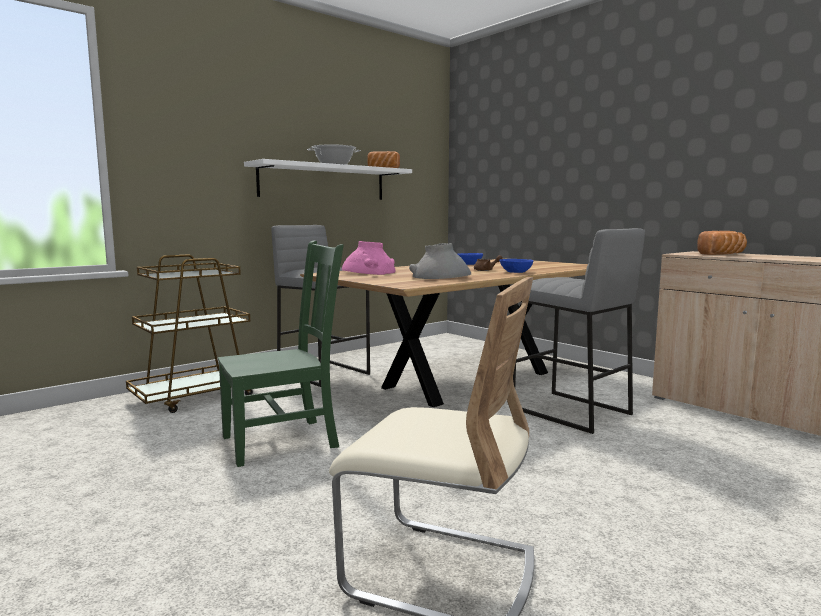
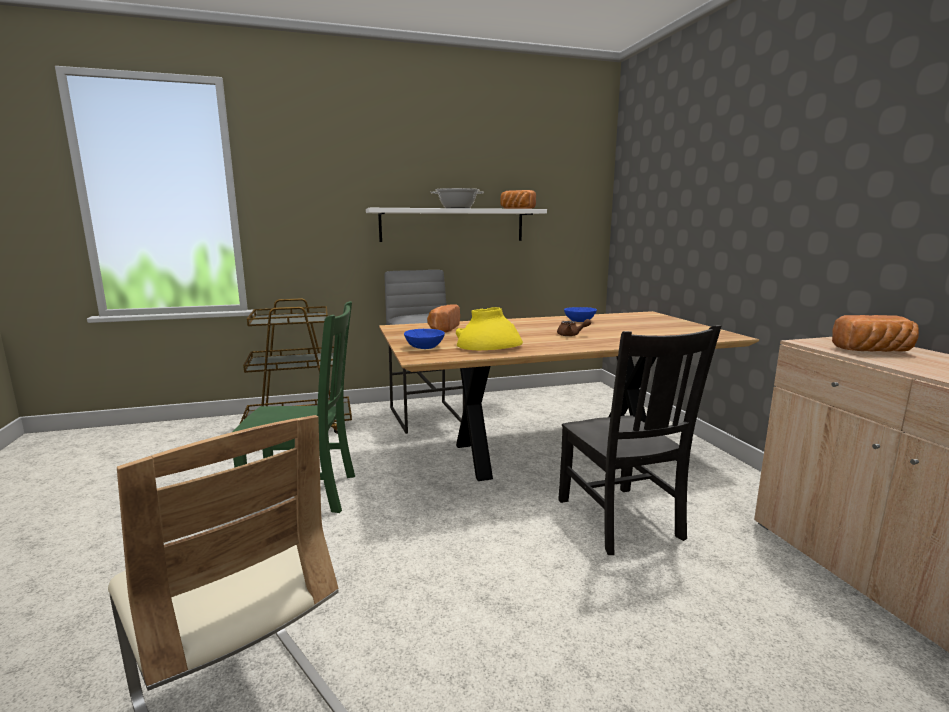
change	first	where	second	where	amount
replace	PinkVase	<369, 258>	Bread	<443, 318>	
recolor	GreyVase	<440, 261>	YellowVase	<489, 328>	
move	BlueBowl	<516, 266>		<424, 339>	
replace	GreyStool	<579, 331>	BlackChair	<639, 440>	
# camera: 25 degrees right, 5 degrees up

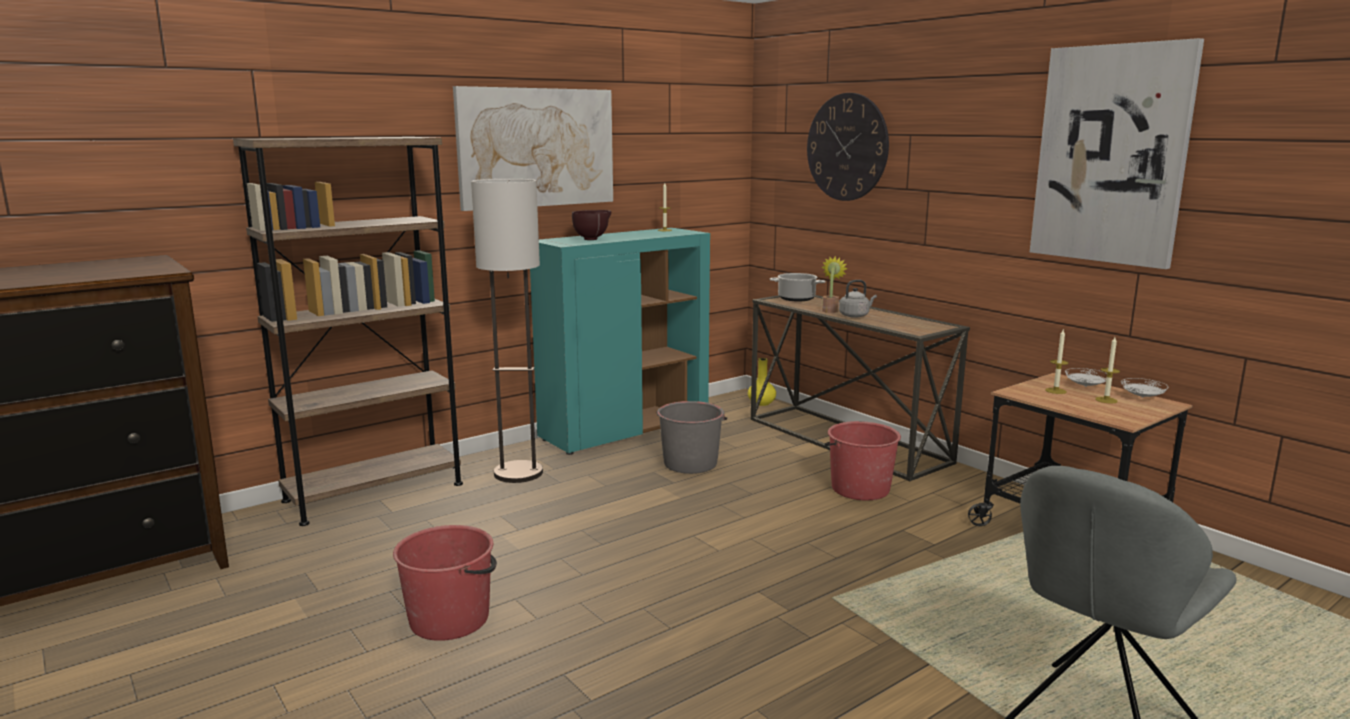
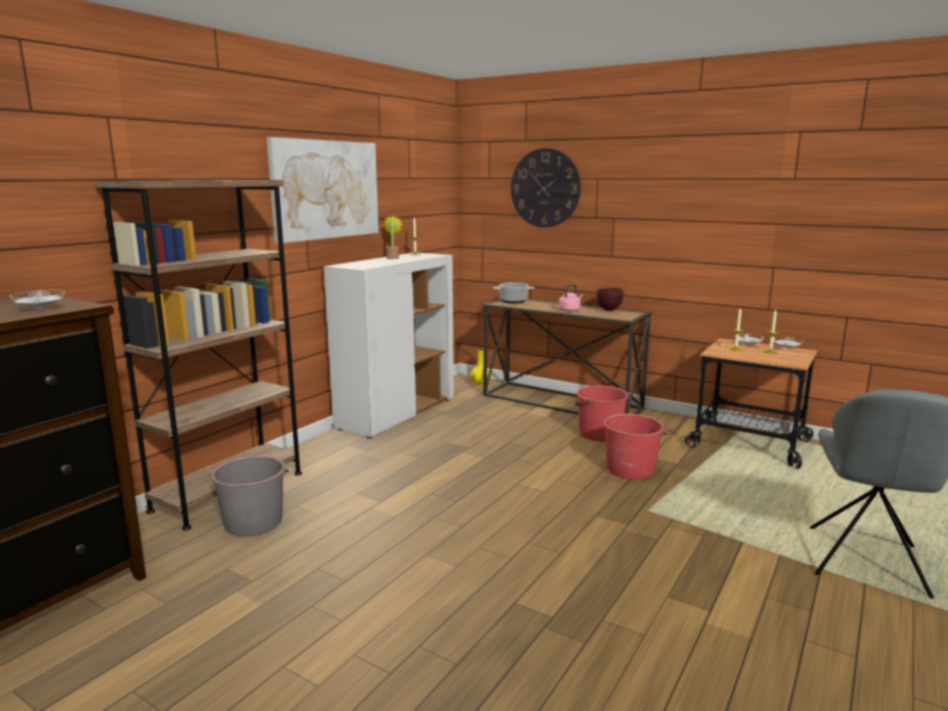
change	first	where	second	where	amount
move	RedBucket	<445, 583>		<635, 447>	
delete	FloorLamp	<507, 331>			
recolor	TurquoiseCabinet	<620, 341>	WhiteCabinet	<389, 345>	
move	BrownBowl	<591, 225>		<610, 299>	
move	GreyBucket	<691, 437>		<249, 496>	
move	PottedPlant	<835, 284>		<393, 237>	
recolor	GreyKettle	<858, 299>	PinkKettle	<571, 298>	
delete	Picture	<1117, 153>			
insert			WhitePlate	<37, 299>	
# camera: 20 degrees left, 0 degrees up

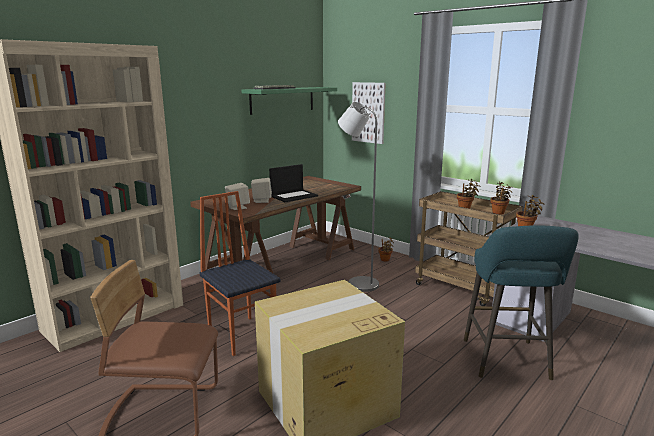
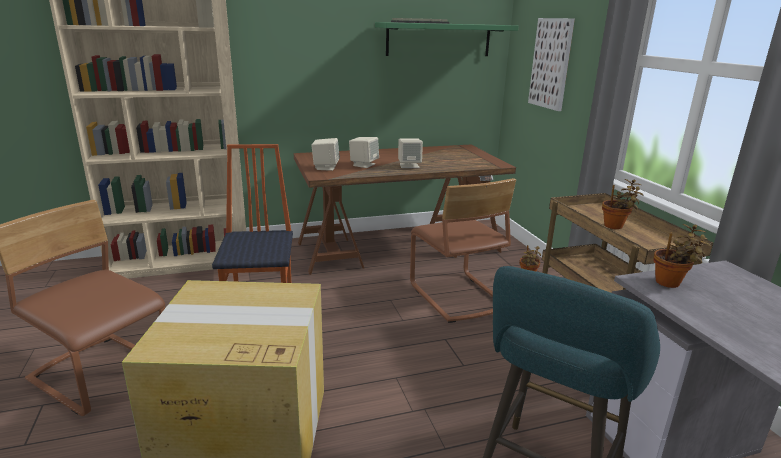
change	first	where	second	where	amount
replace	Laptop	<293, 183>	BeigeSpeaker	<410, 153>	
replace	GreyFloorLamp	<358, 197>	BrownChair	<463, 250>	
delete	PottedPlant	<501, 198>			
# camera: 30 degrees right, 5 degrees up

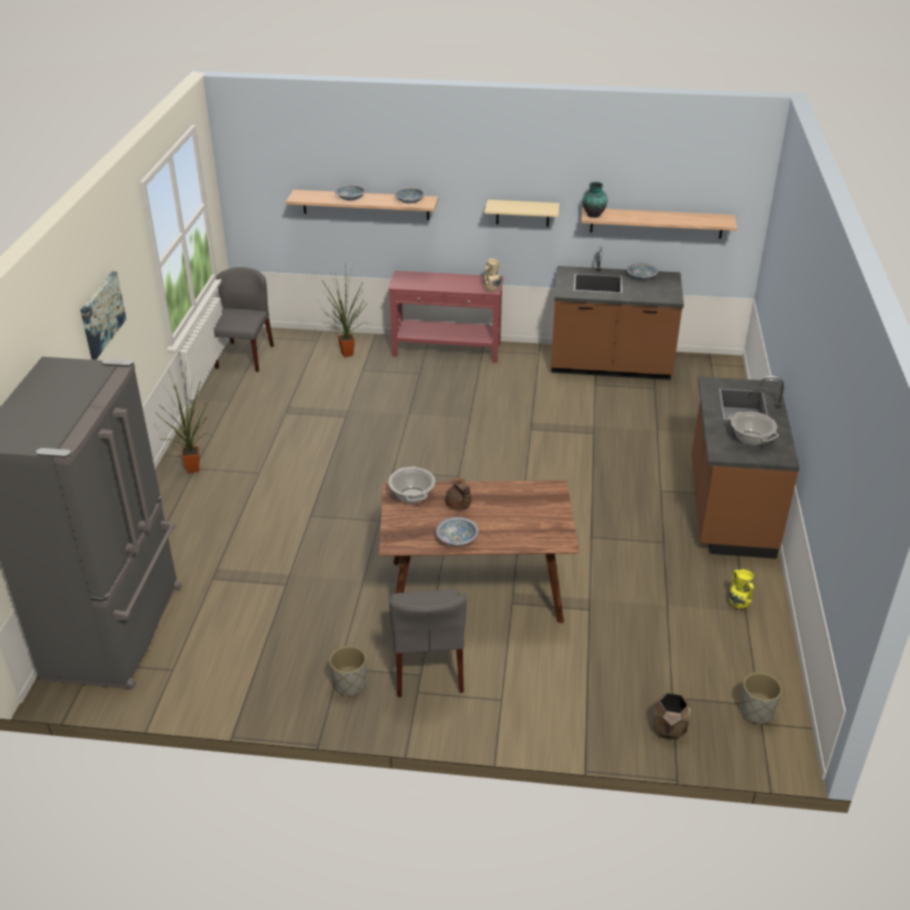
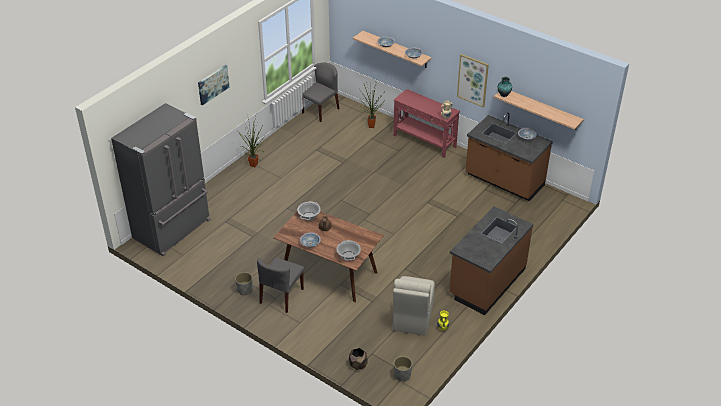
change	first	where	second	where	amount
replace	BeigeShelf	<522, 213>	Picture	<473, 81>	
move	CookingPot	<754, 428>		<349, 250>	
insert			BeigeChair	<414, 306>	
# camera: 30 degrees right, 5 degrees up

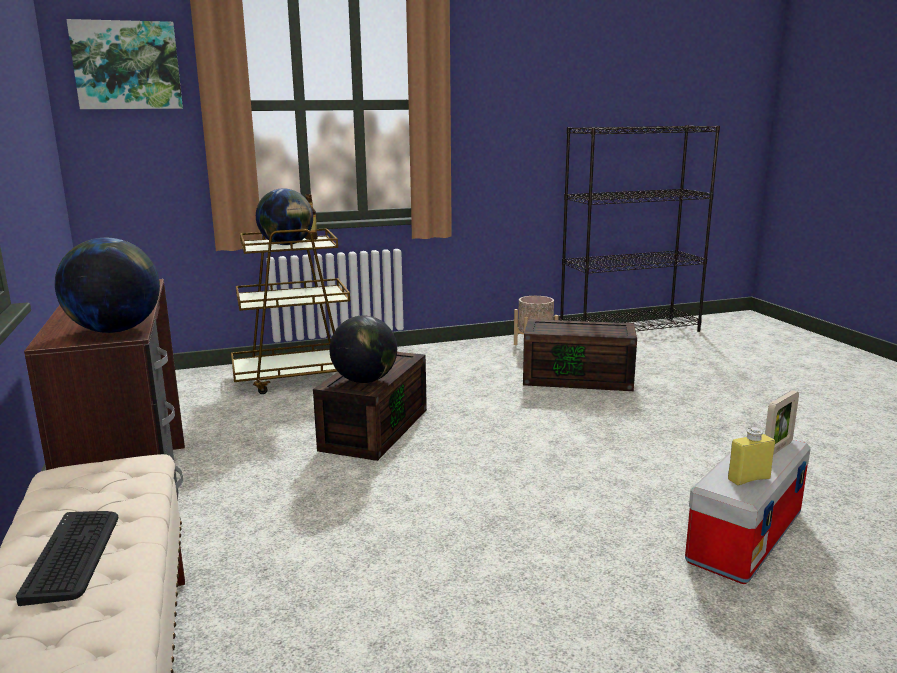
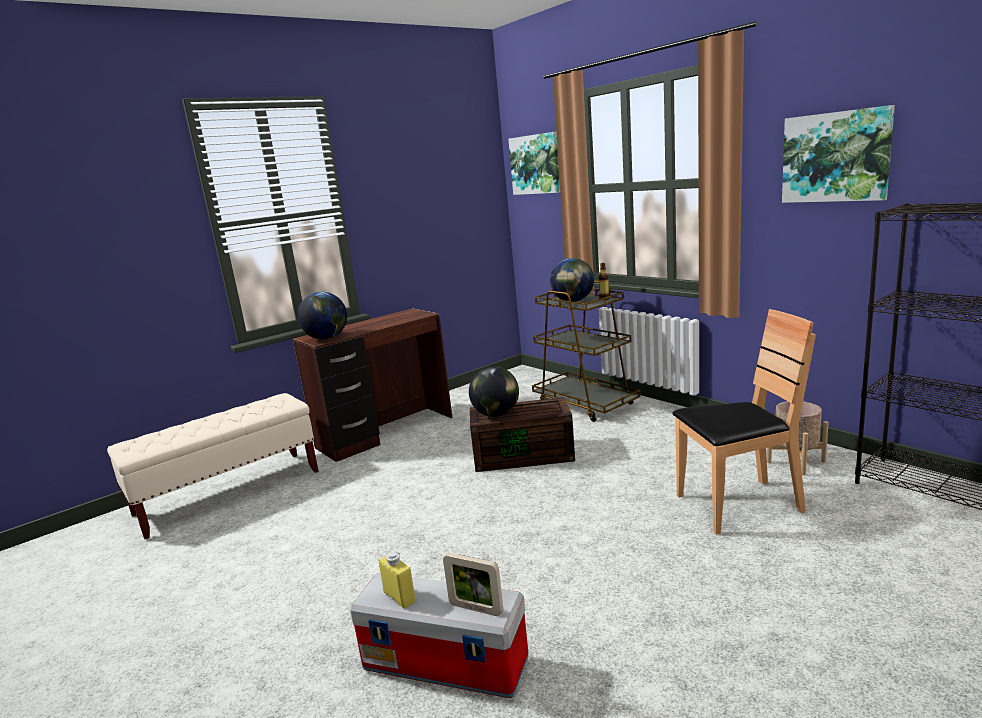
change	first	where	second	where	amount
delete	Keyboard	<67, 558>			
replace	BrownStorageBox	<580, 355>	BrownChair	<744, 422>	
insert			Picture	<838, 154>	
# camera: 70 degrees right, 0 degrees up

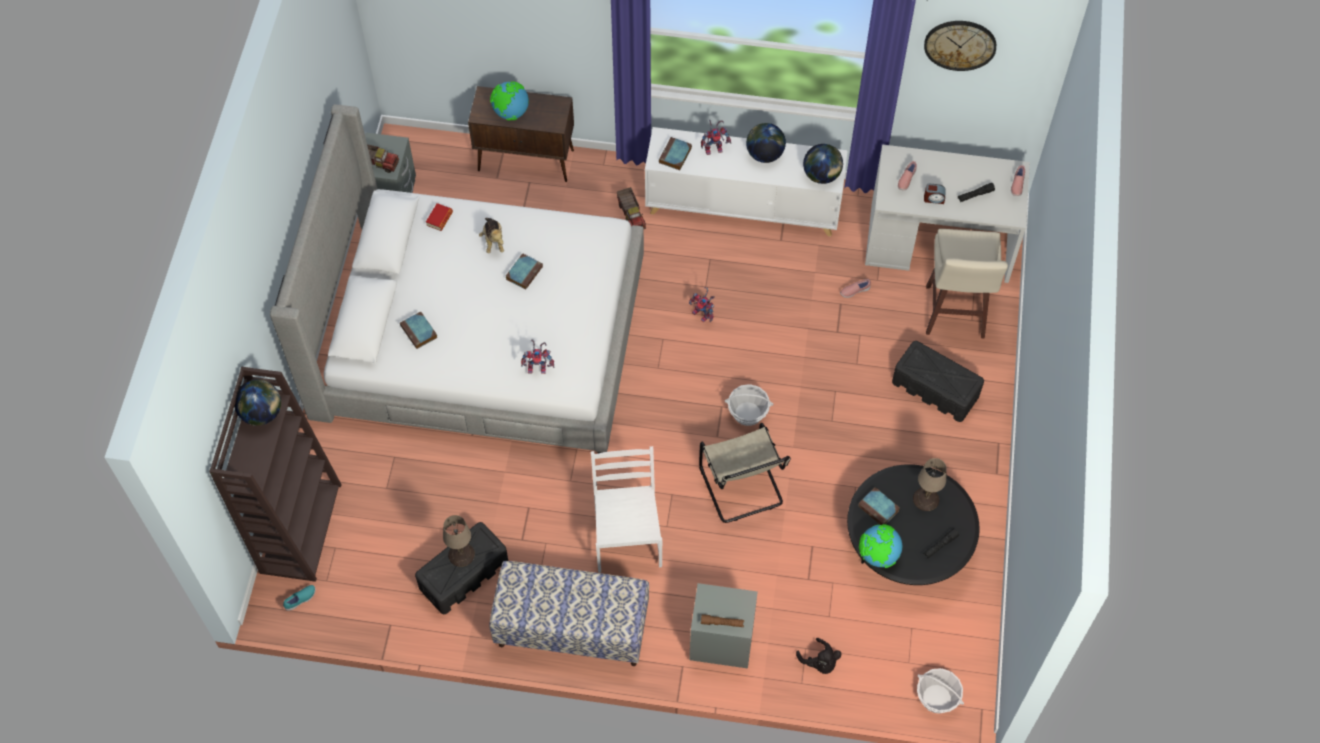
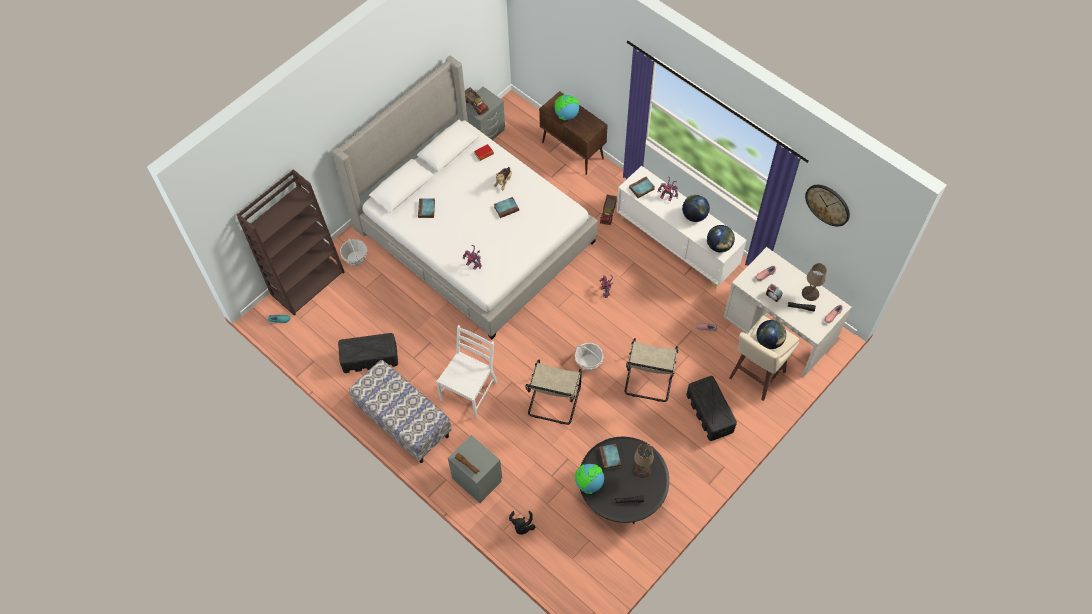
change	first	where	second	where	amount
move	Globe	<257, 402>		<771, 334>	
move	BeigeTableLamp	<459, 541>		<814, 282>	
move	Basket	<940, 691>		<353, 252>	
insert			BeigeChair	<651, 370>	
# camera: 35 degrees right, 0 degrees up

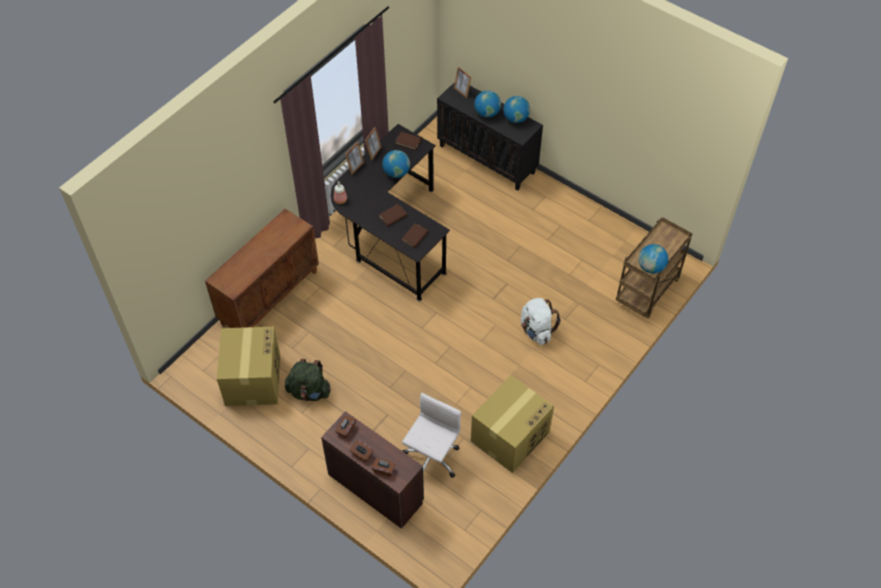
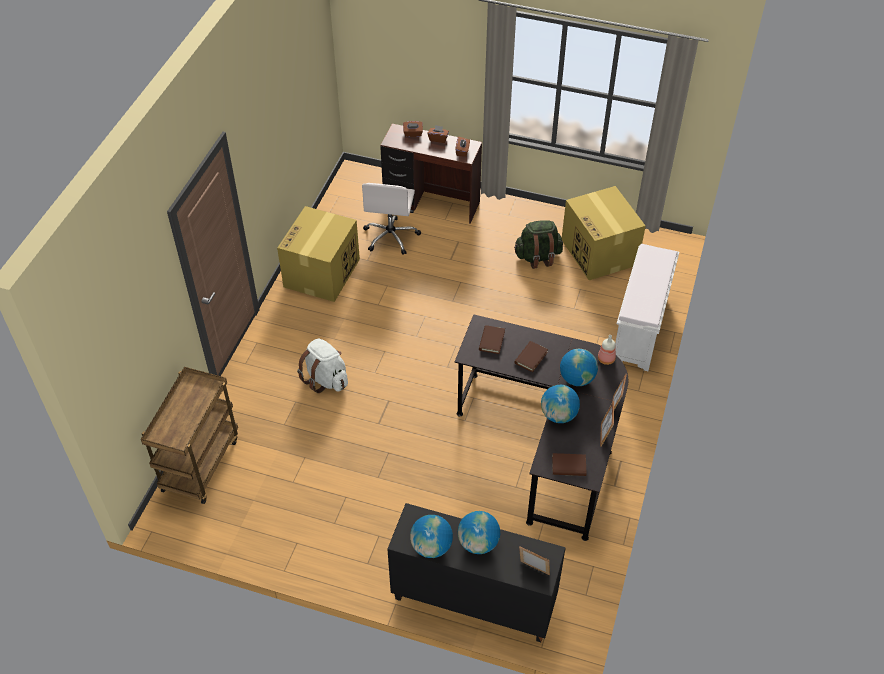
change	first	where	second	where	amount
replace	BrownCabinet	<262, 268>	WhiteBench	<647, 307>	
move	Globe	<653, 259>		<579, 367>	
# camera: 160 degrees right, 5 degrees down

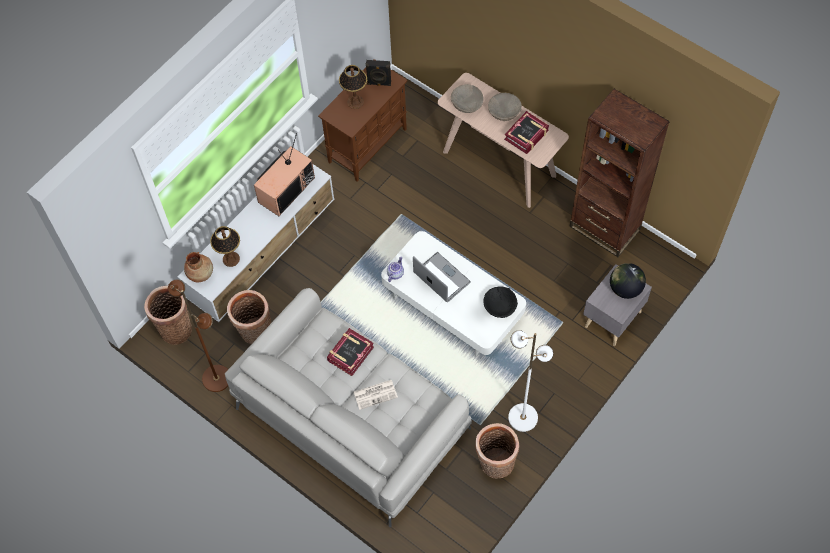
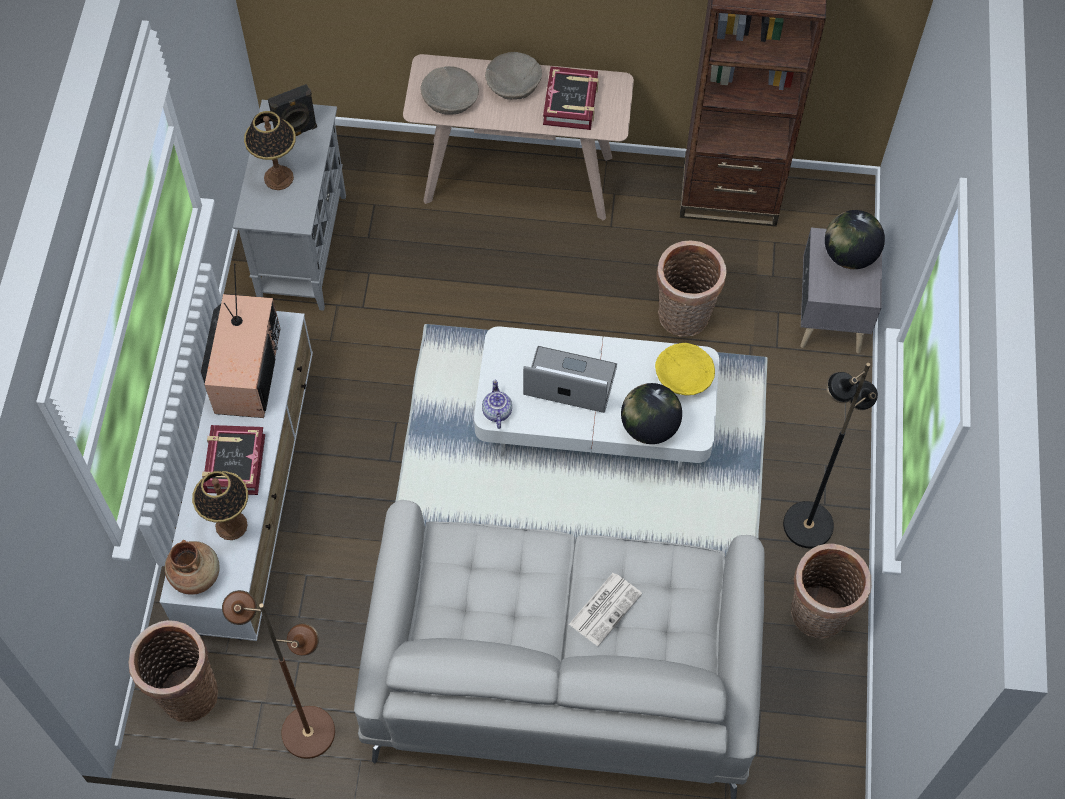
change	first	where	second	where	amount
move	Basket	<249, 317>		<691, 289>	
recolor	BrownCabinet	<363, 120>	GreyCabinet	<289, 205>	
move	Book	<350, 352>		<233, 460>	
recolor	BlackBowl	<500, 302>	YellowBowl	<685, 369>	
recolor	WhiteFloorLamp	<531, 381>	BlackFloorLamp	<830, 455>	
insert			Globe	<651, 413>	
# camera: 35 degrees left, 0 degrees up

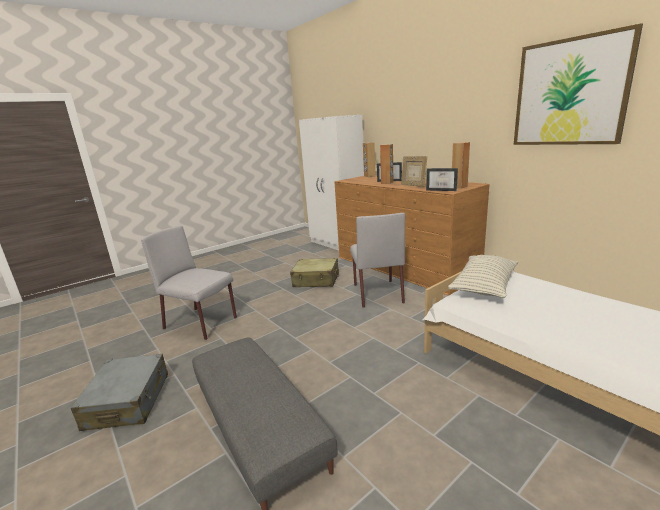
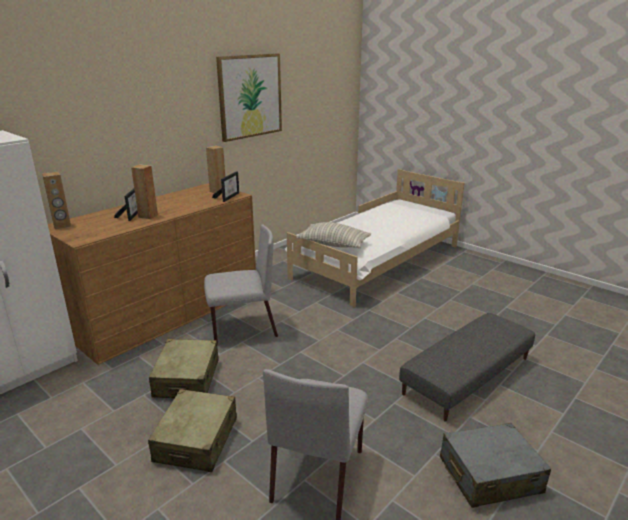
change	first	where	second	where	amount
delete	PictureFrame	<414, 171>			
insert			BeigeSuitcase	<192, 430>	
# camera: 100 degrees left, 5 degrees up

